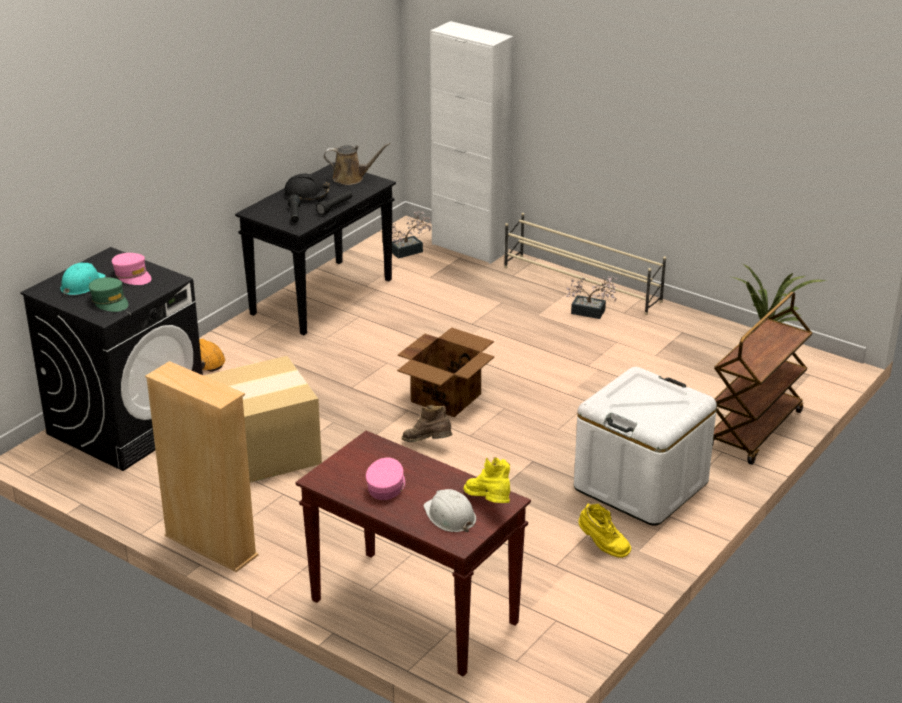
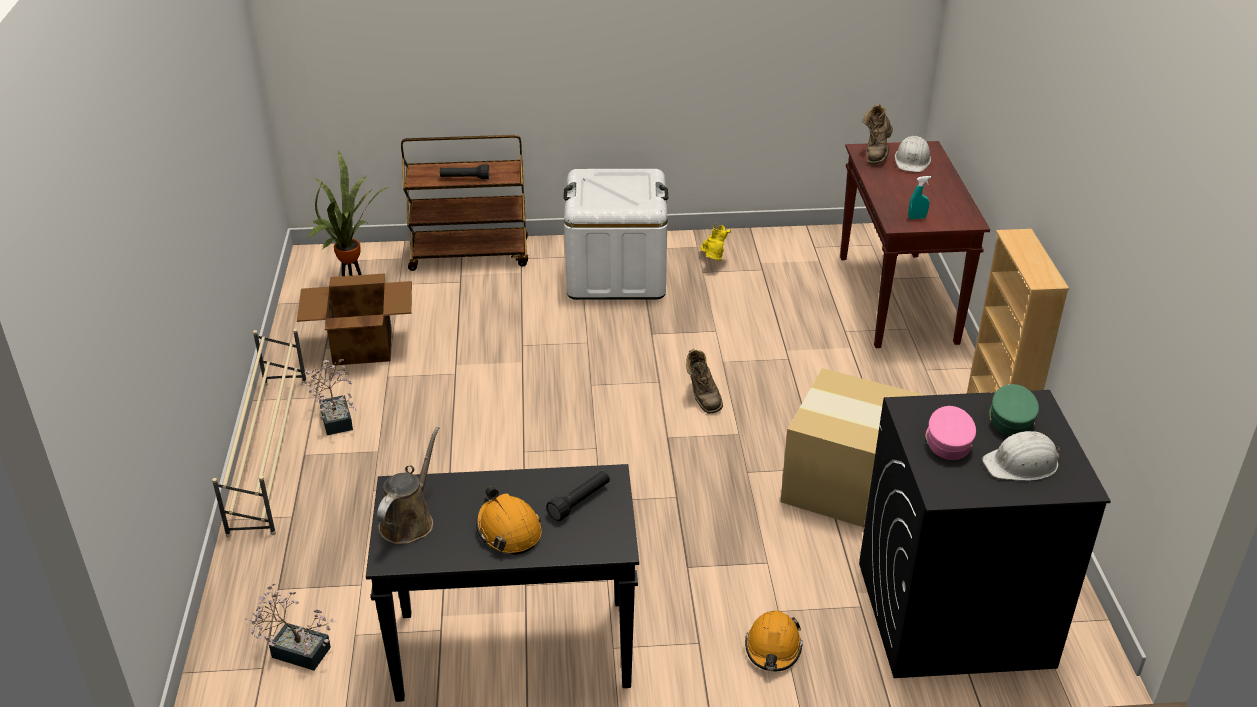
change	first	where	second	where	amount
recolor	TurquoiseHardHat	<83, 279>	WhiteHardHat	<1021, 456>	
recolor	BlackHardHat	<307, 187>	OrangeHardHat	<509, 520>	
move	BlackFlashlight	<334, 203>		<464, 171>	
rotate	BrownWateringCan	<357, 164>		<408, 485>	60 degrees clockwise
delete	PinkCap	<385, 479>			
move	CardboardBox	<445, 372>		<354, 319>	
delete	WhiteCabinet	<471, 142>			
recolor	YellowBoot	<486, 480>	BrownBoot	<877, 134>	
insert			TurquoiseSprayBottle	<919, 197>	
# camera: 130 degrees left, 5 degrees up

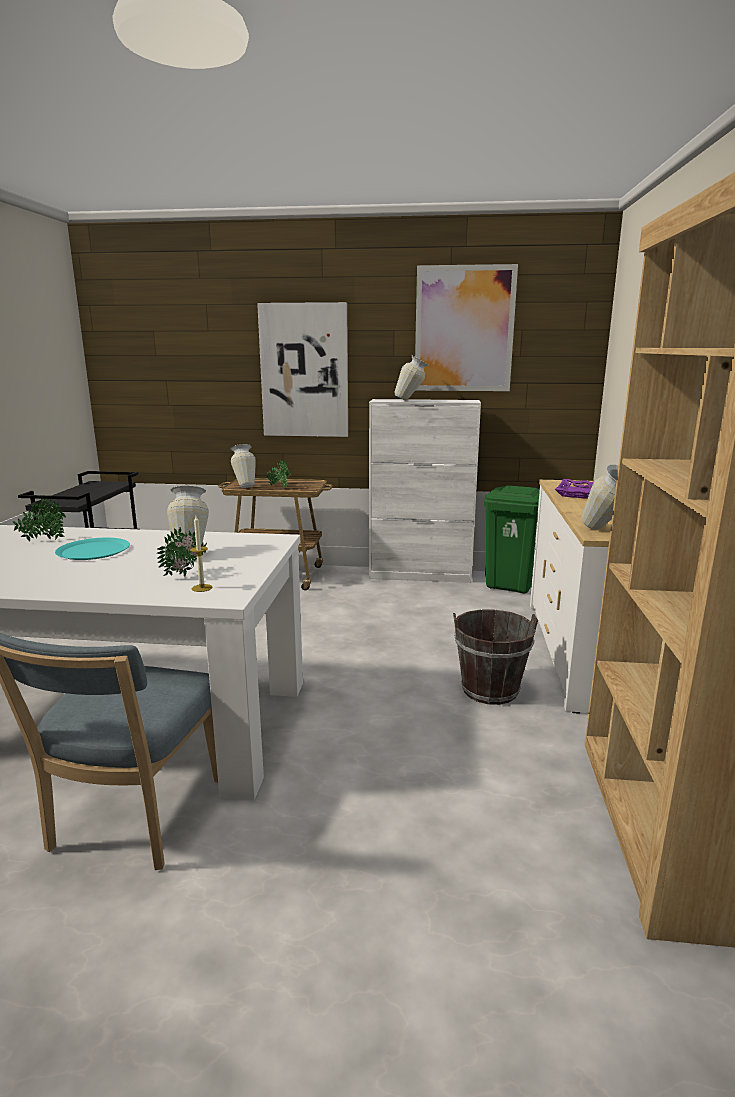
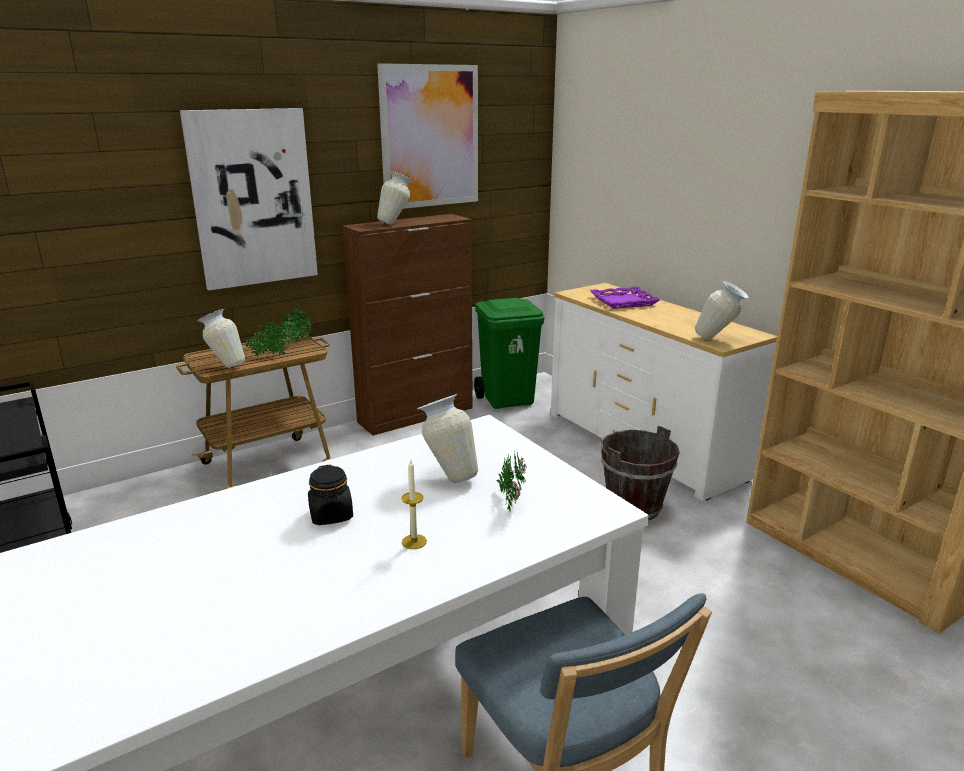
change	first	where	second	where	amount
move	PottedPlant	<39, 519>		<295, 327>	
replace	TurquoisePlate	<92, 549>	BlackJar	<330, 495>	
move	Candle	<201, 554>		<414, 504>	
recolor	WhiteCabinet	<425, 491>	BrownCabinet	<408, 324>	
# camera: 40 degrees left, 5 degrees up

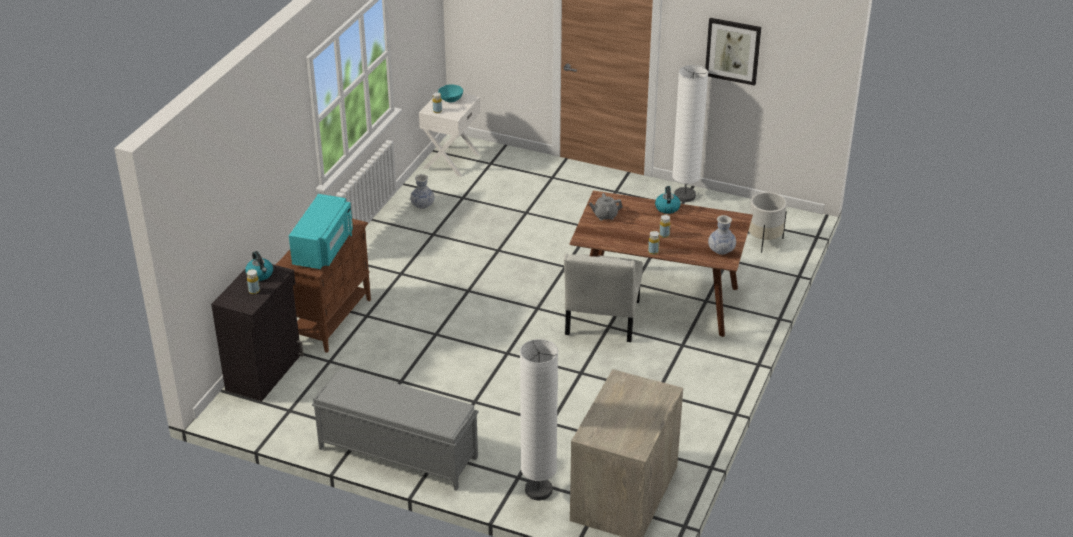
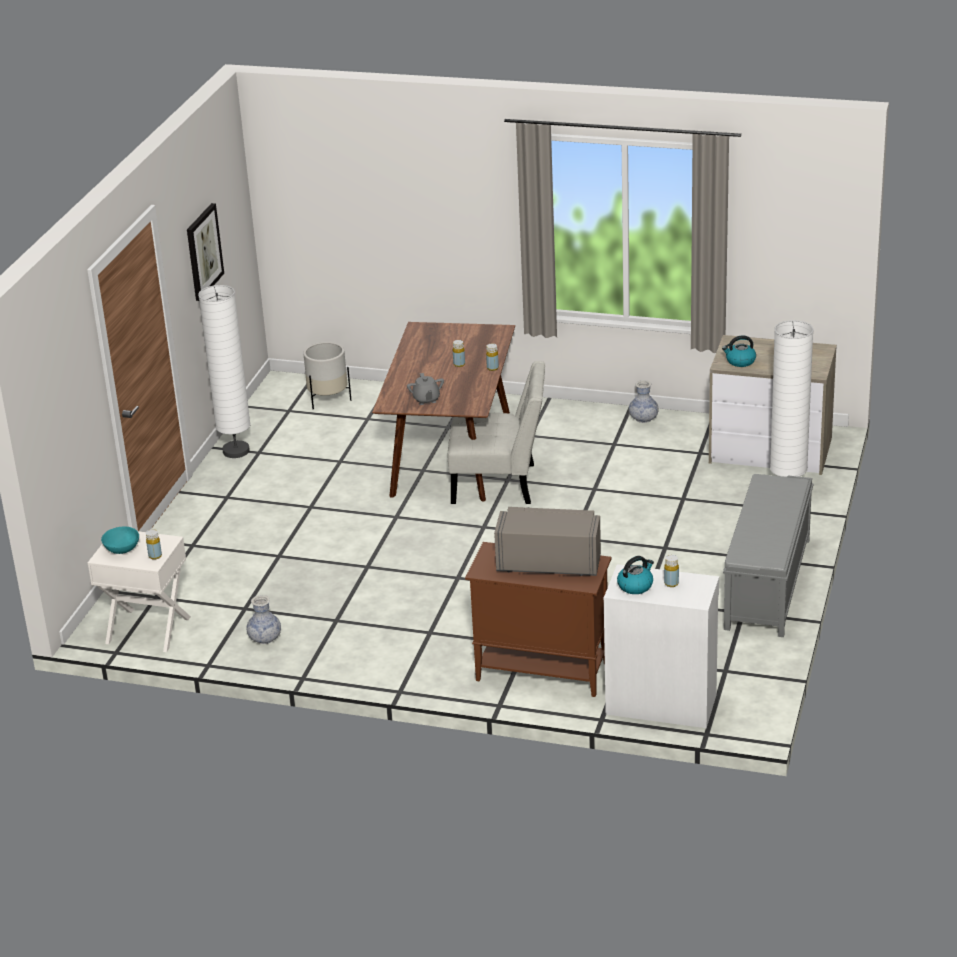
change	first	where	second	where	amount
recolor	BlackCabinet	<257, 332>	WhiteCabinet	<661, 646>	
recolor	TurquoiseMicrowave	<321, 231>	GreyMicrowave	<547, 541>	
move	Kettle	<668, 200>		<739, 351>	
move	Vase	<722, 235>		<644, 401>	
# camera: 95 degrees left, 5 degrees down

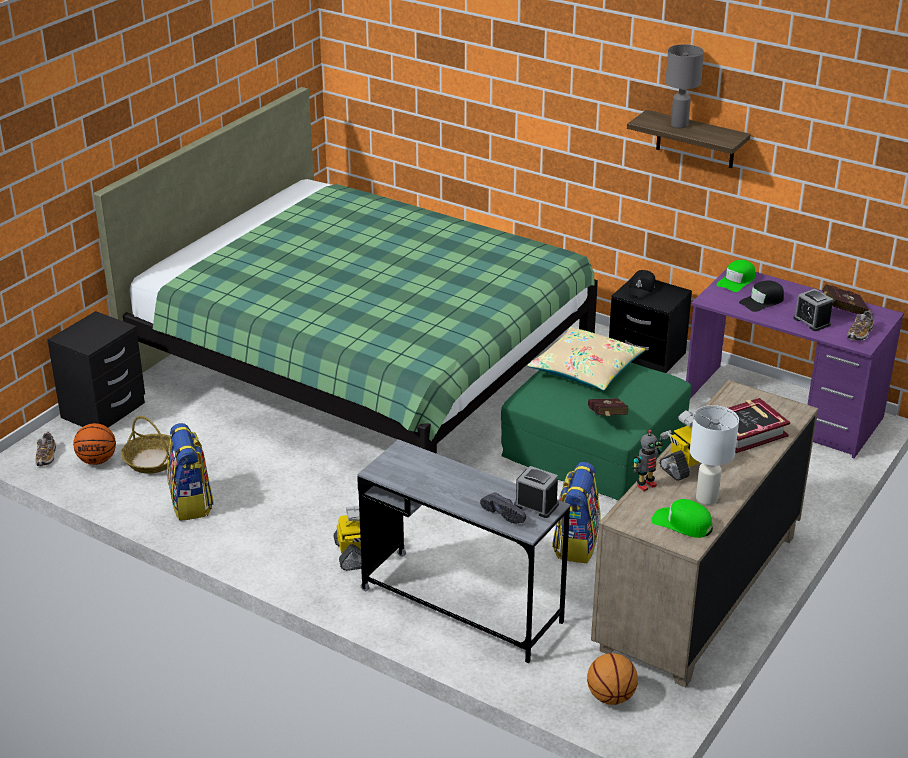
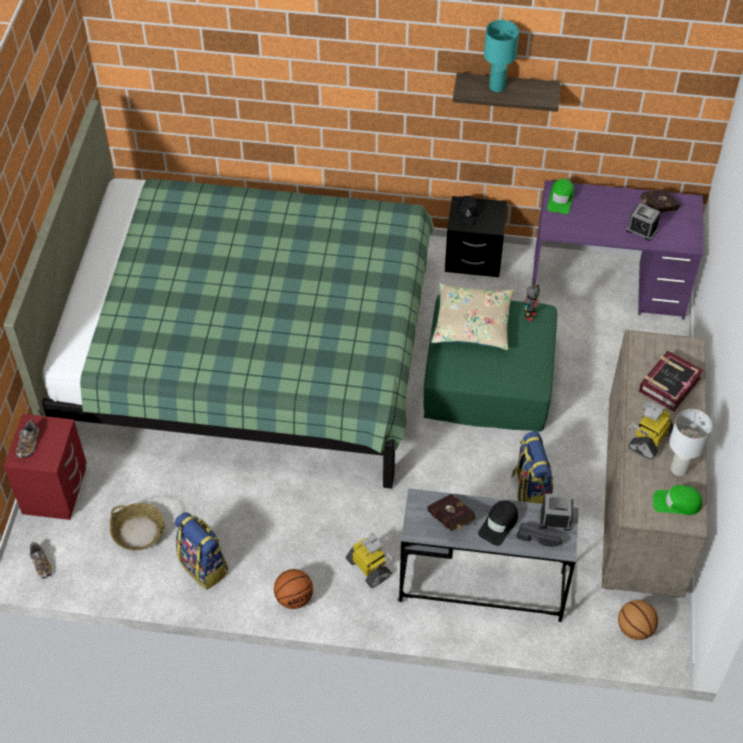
change	first	where	second	where	amount
recolor	BlackNightstand	<96, 369>	RedNightstand	<45, 467>	
move	Basketball	<94, 444>		<293, 589>	
move	RedBook	<608, 407>		<451, 512>	
move	ToyRobot	<648, 460>		<532, 303>	
recolor	GreyTableLamp	<685, 86>	TurquoiseTableLamp	<501, 56>	
move	BlackCap	<761, 296>		<498, 523>	
move	Shoe	<860, 325>		<27, 439>	
# camera: 25 degrees left, 20 degrees up

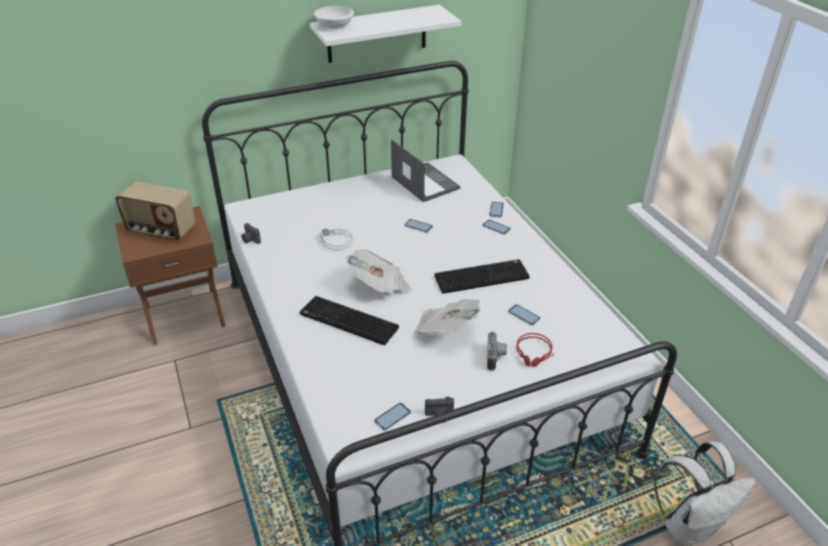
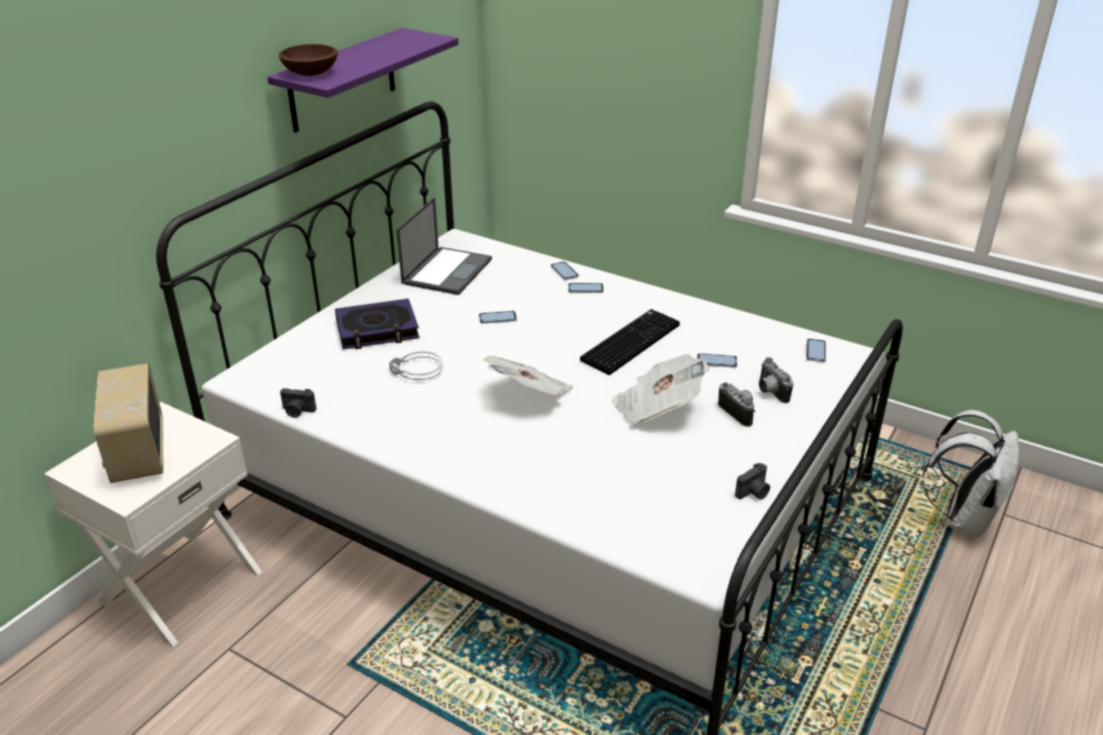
change	first	where	second	where	amount
rotate	Radio	<155, 211>		<128, 423>	90 degrees clockwise
recolor	BrownNightstand	<170, 276>	WhiteNightstand	<153, 524>	
delete	Keyboard	<349, 320>			
recolor	WhiteShelf	<386, 34>	PurpleShelf	<363, 80>	
recolor	WhiteBowl	<334, 17>	BrownBowl	<308, 60>	
move	Phone	<392, 417>		<816, 350>	
rotate	Laptop	<425, 171>		<444, 246>	90 degrees clockwise
replace	RedHeadphones	<535, 350>	PhotoCamera	<776, 380>	
insert			Book	<377, 324>	
# camera: 35 degrees left, 5 degrees down

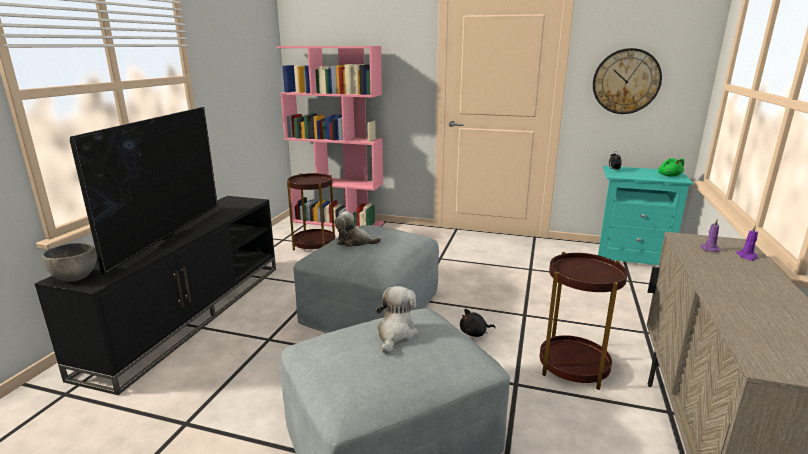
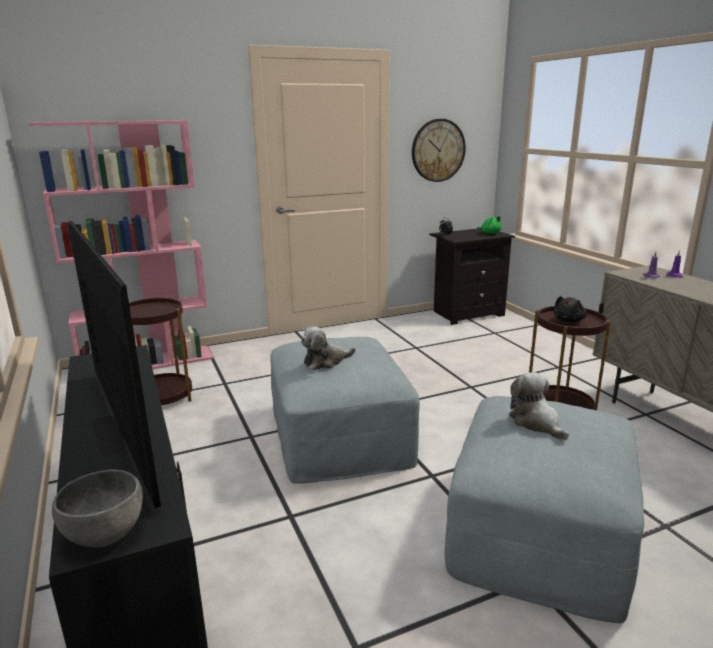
change	first	where	second	where	amount
move	BlackPlushToy	<478, 323>		<570, 309>	
recolor	TurquoiseNightstand	<645, 215>	BlackNightstand	<472, 277>	
# camera: 40 degrees left, 0 degrees up

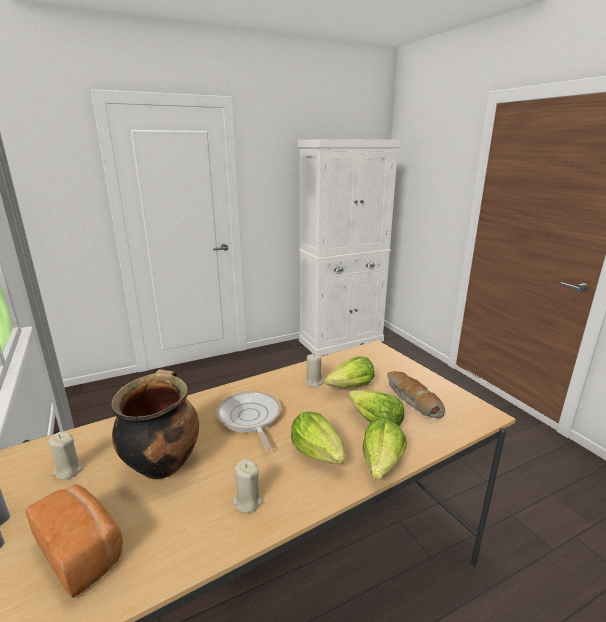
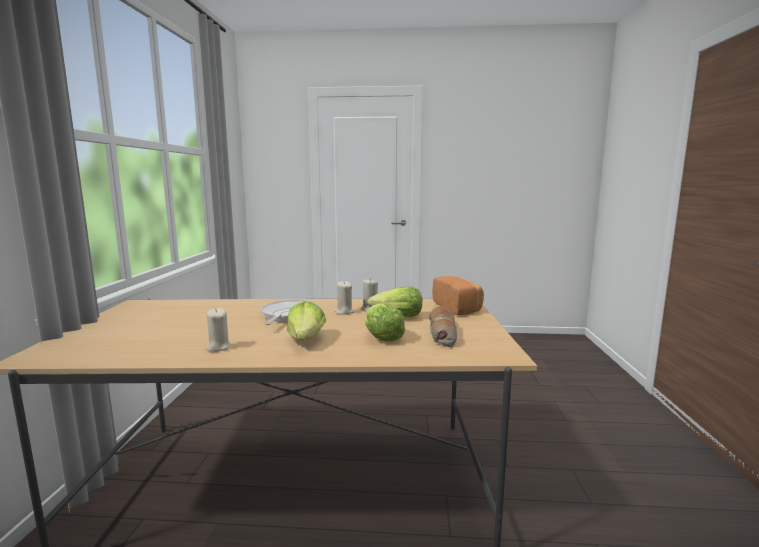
change	first	where	second	where	amount
move	Bread	<74, 541>		<458, 295>	
move	BeigeCandle	<65, 455>		<344, 298>	
delete	CookingPot	<155, 424>			
delete	WhiteCabinet	<349, 247>			
delete	Lettuce	<385, 448>			
# camera: 30 degrees right, 10 degrees down

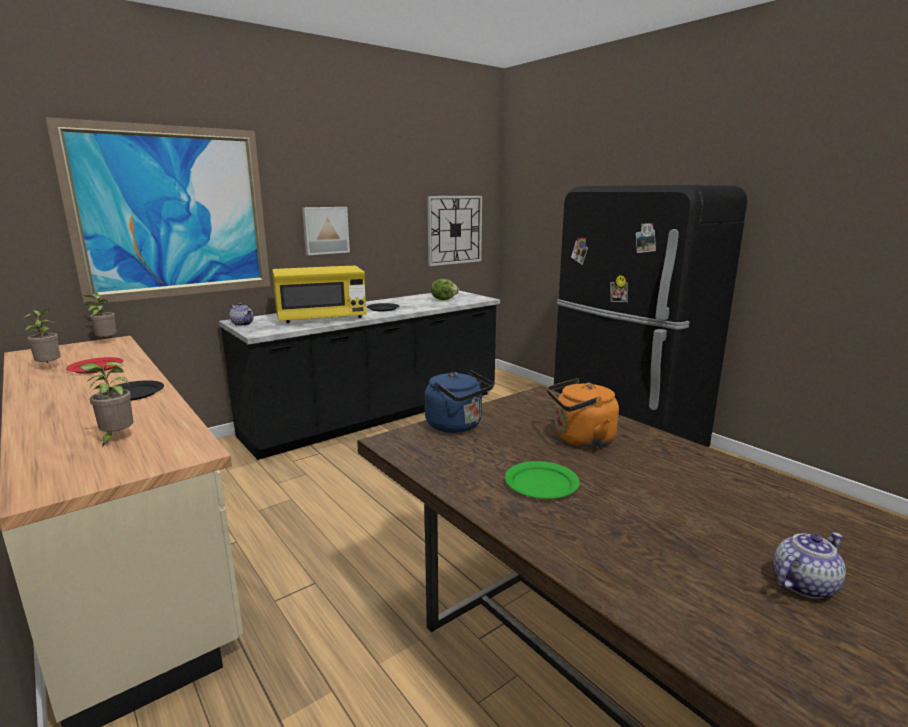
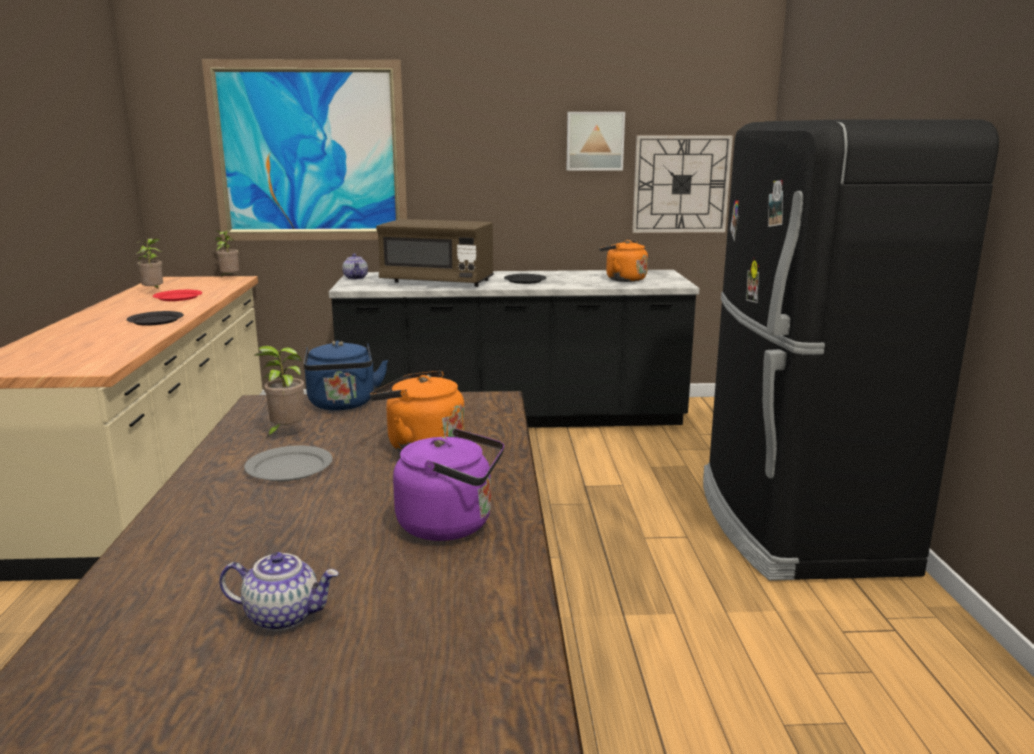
change	first	where	second	where	amount
move	PottedPlant	<106, 403>		<280, 392>	
recolor	YellowMicrowave	<319, 294>	BrownMicrowave	<435, 253>	
move	Picture	<326, 231>		<595, 141>	
replace	Lettuce	<445, 289>	OrangeKettle	<623, 261>	
recolor	GreenPlate	<542, 480>	GreyPlate	<288, 463>	
insert			PurpleKettle	<448, 485>	
# camera: 35 degrees right, 0 degrees up

